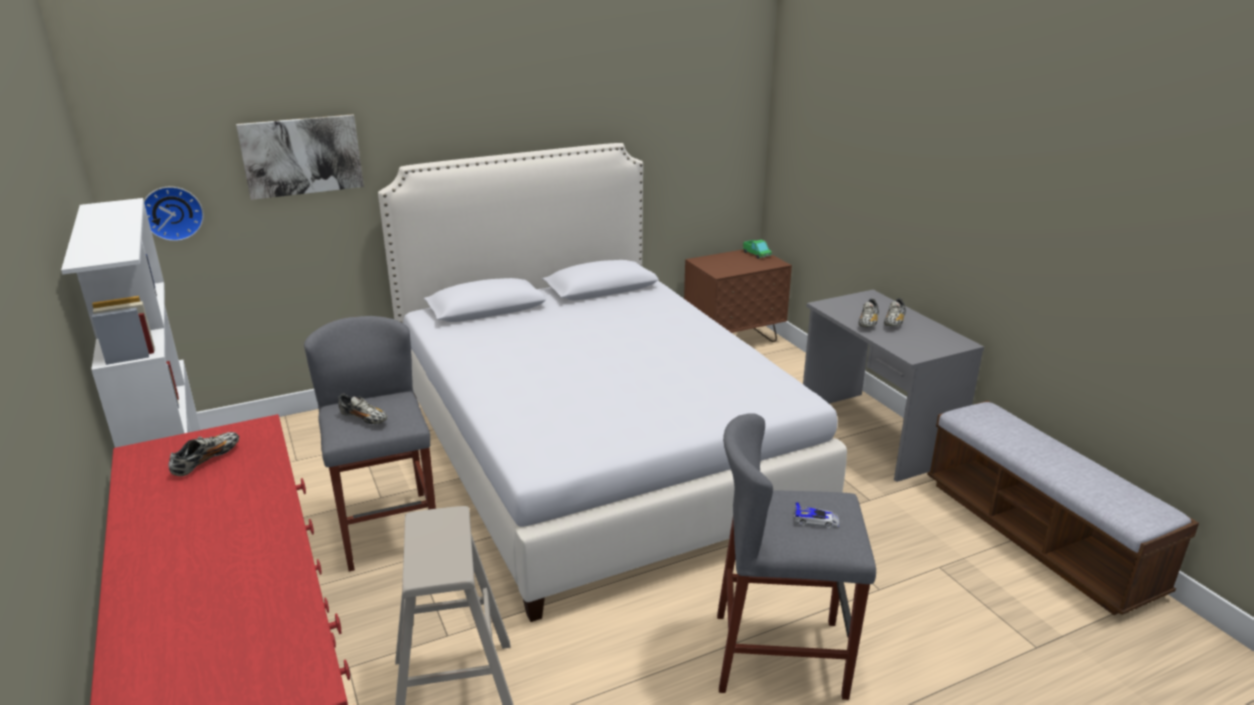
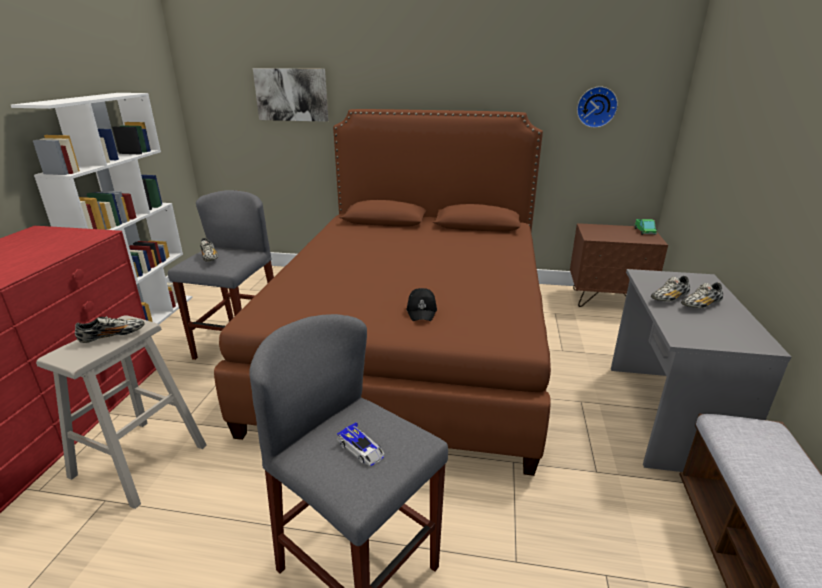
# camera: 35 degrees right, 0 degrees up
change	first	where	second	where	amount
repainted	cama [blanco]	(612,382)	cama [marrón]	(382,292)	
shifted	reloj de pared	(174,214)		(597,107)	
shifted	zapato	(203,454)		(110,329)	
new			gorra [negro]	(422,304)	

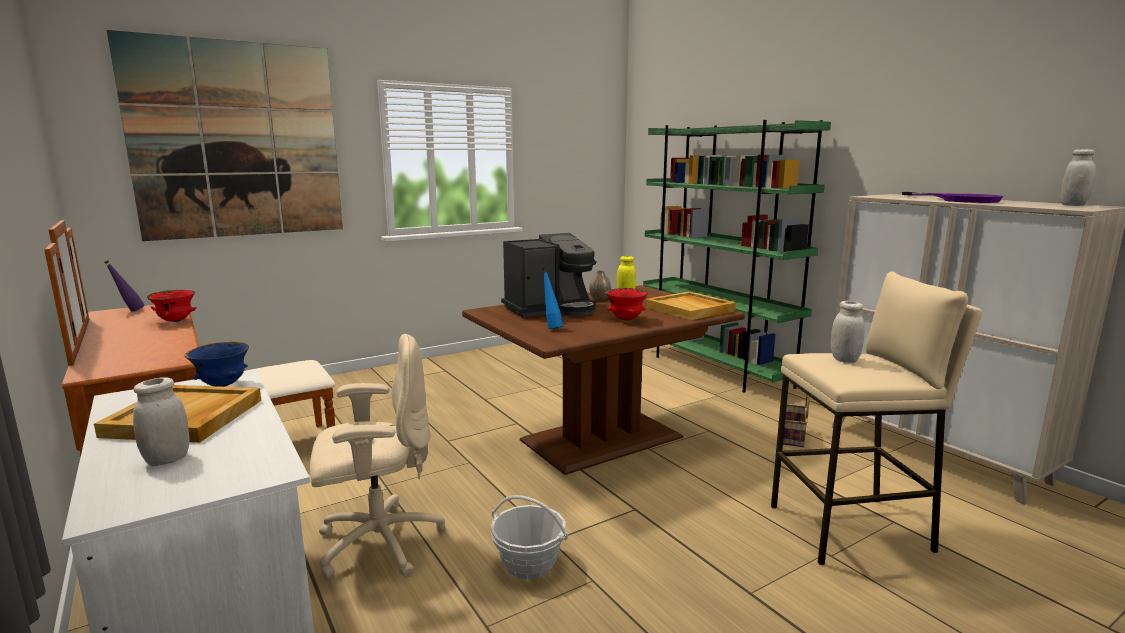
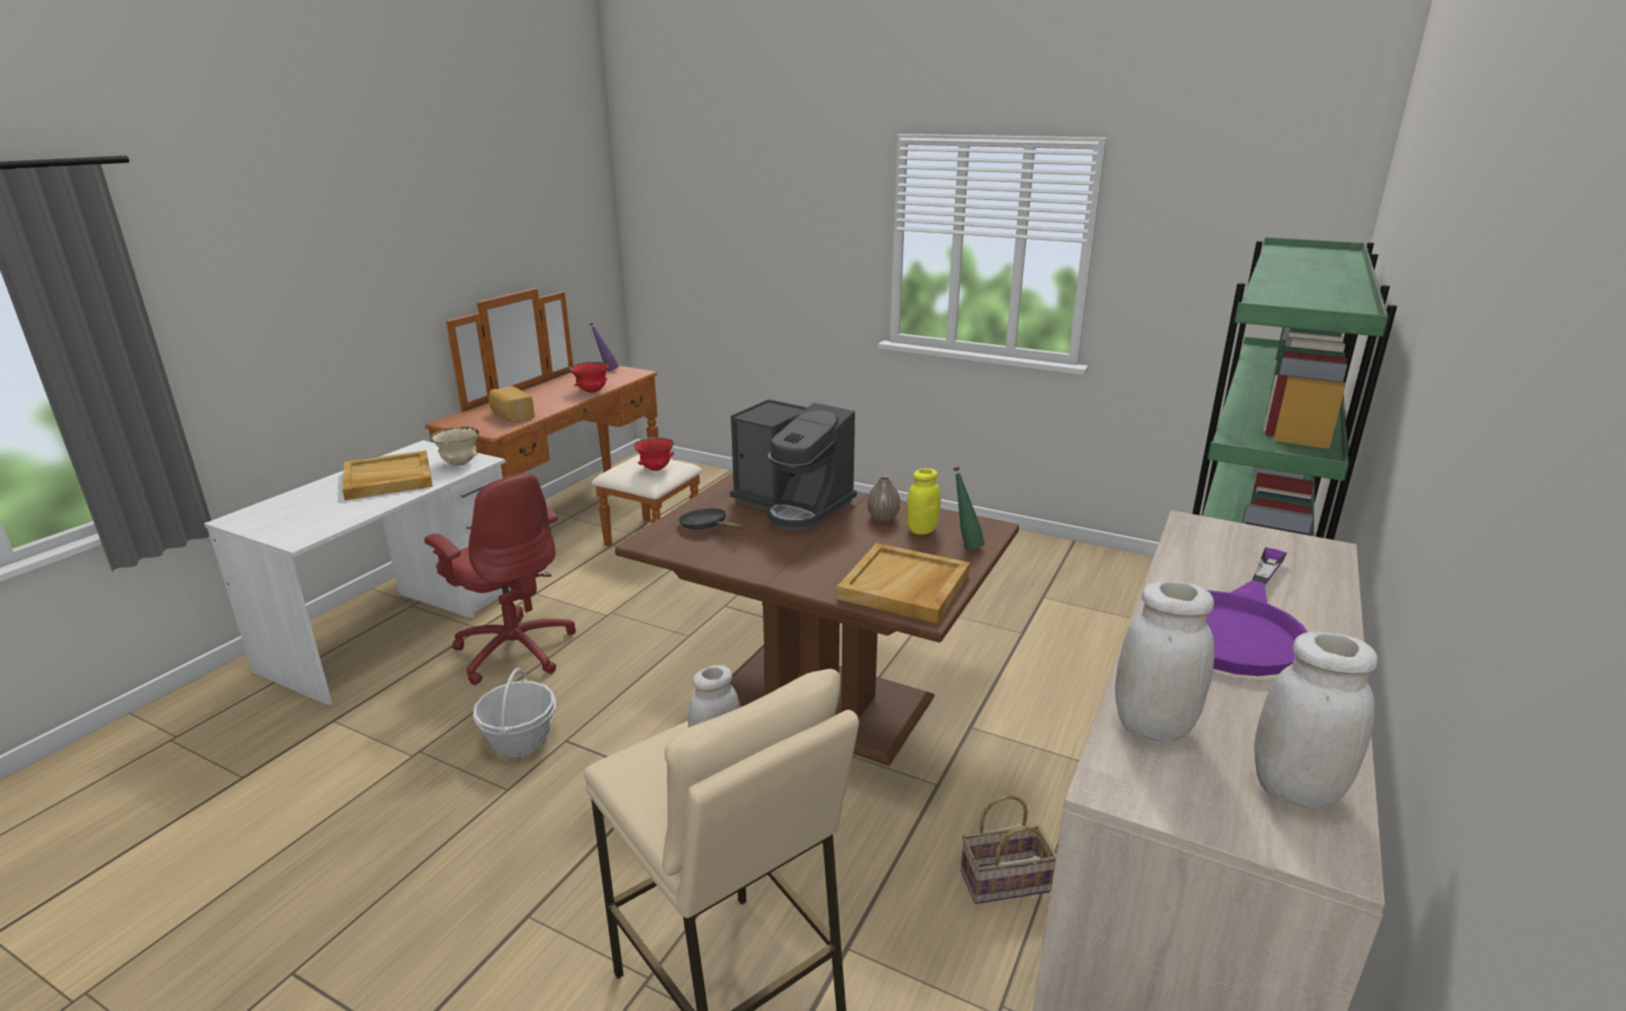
# camera: 60 degrees right, 10 degrees up
change	first	where	second	where	amount
gone	cuadro	(225,135)			
swapped	botella [azul]	(552,298)	sartén [negro]	(710,519)	
shifted	cuenco [rojo]	(626,304)		(654,454)	
repainted	silla de oficina [beis]	(378,457)	silla de oficina [rojo]	(500,579)	
repainted	cuenco [azul]	(217,364)	cuenco [beis]	(454,446)	
shifted	tarro [blanco]	(161,421)		(1165,661)	
new			pan	(512,404)	
new			botella [verde]	(969,508)	

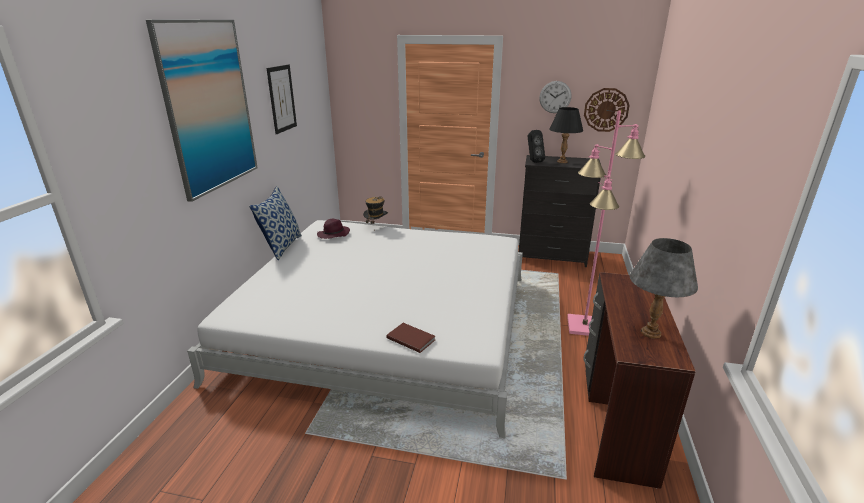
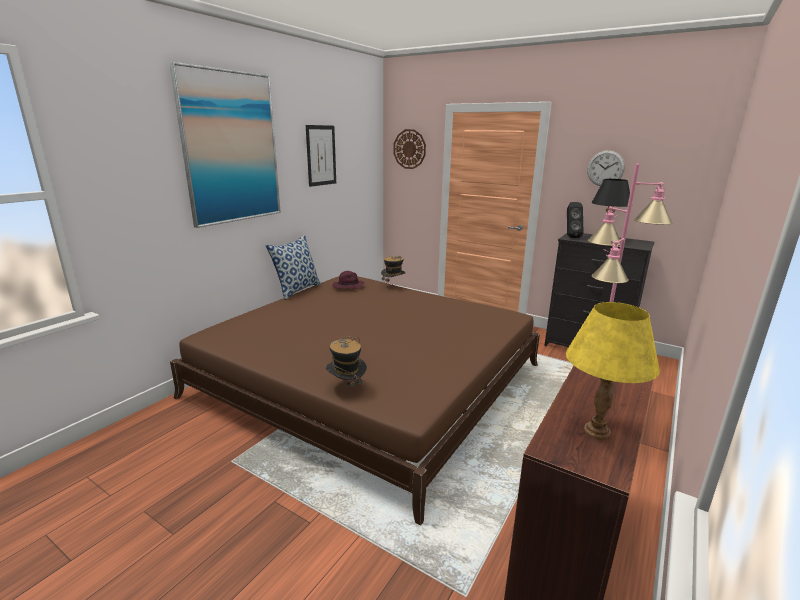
# camera: 20 degrees right, 5 degrees down
change	first	where	second	where	amount
shifted	reloj de pared	(607,110)		(409,149)	
repainted	cama [blanco]	(355,329)	cama [marrón]	(355,400)	
repainted	lámpara de mesa [gris]	(664,288)	lámpara de mesa [amarillo]	(613,371)	
swapped	libro [marrón]	(410,338)	sombrero	(346,362)	

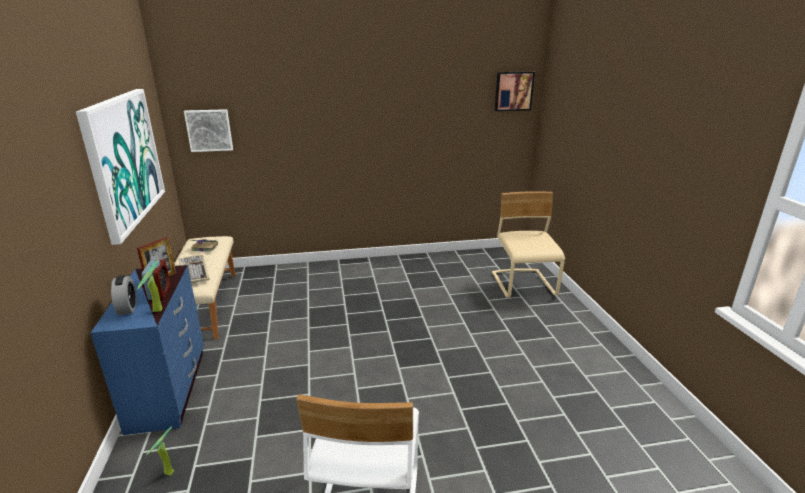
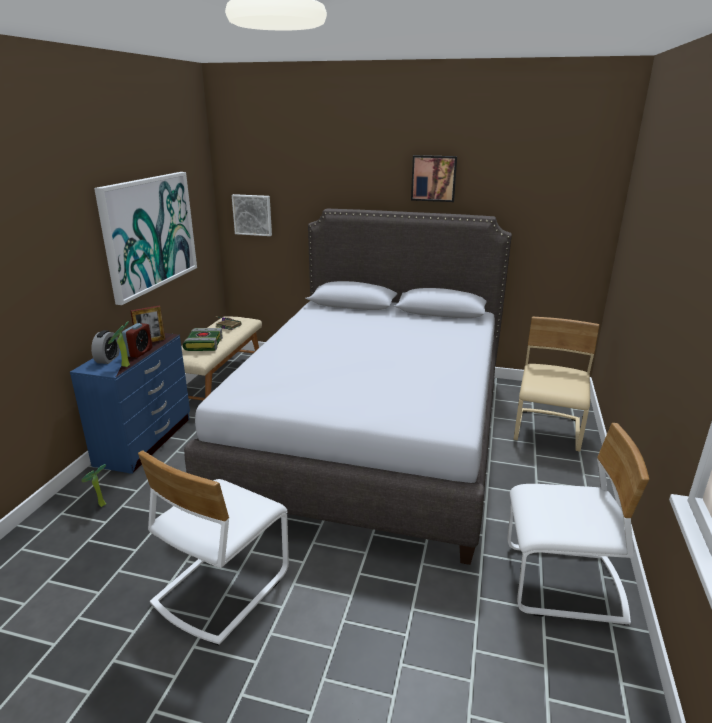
# camera: 25 degrees right, 0 degrees up
change	first	where	second	where	amount
shifted	cuadro	(515,91)		(434,178)	
swapped	teclado	(194,269)	libro	(203,339)	
new			cama [gris]	(348,387)	
new			silla [blanco]	(578,524)	

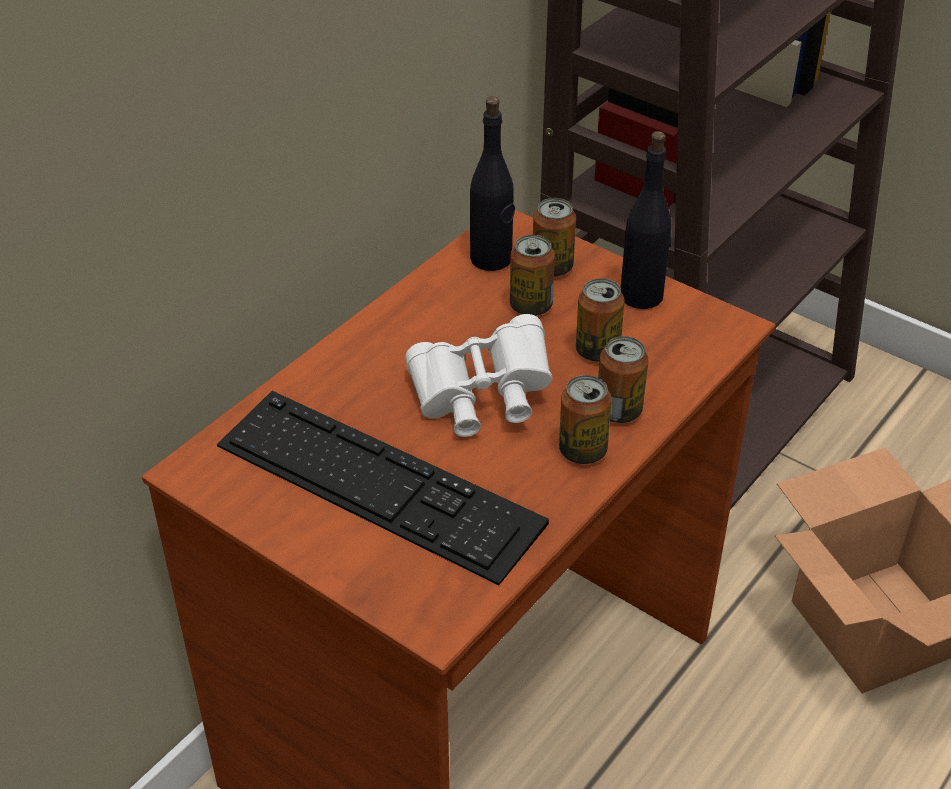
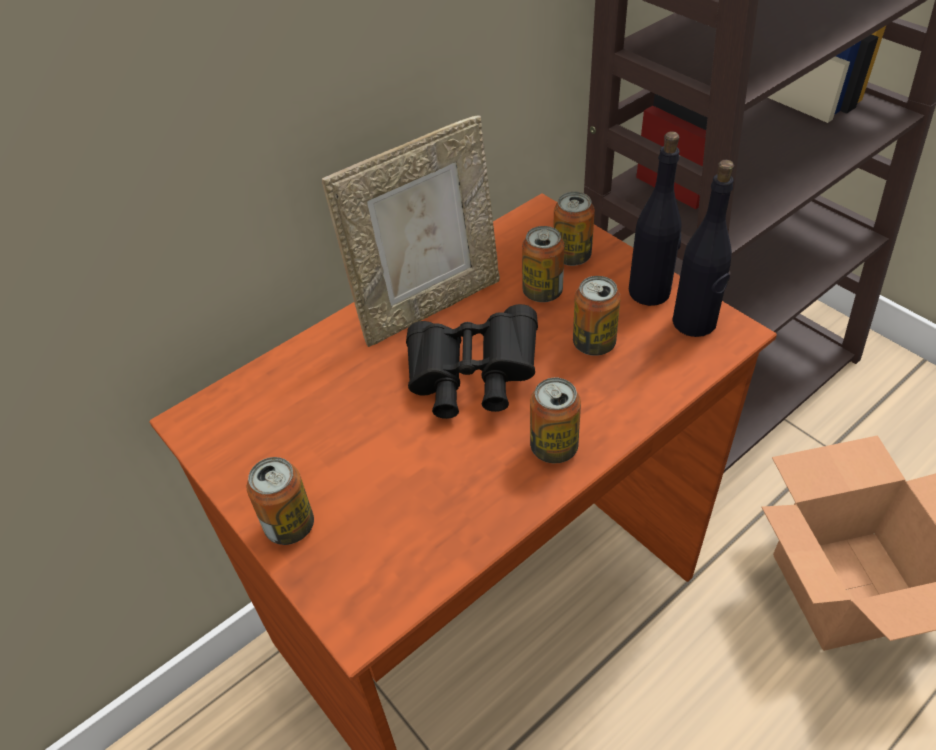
# camera: 15 degrees right, 5 degrees up
change	first	where	second	where	amount
shifted	botella [negro]	(492,183)		(703,248)	
repainted	prismáticos [blanco]	(478,375)	prismáticos [negro]	(472,361)	
shifted	lata	(623,379)		(280,501)	
gone	teclado	(383,488)			
new			portarretratos	(411,231)	

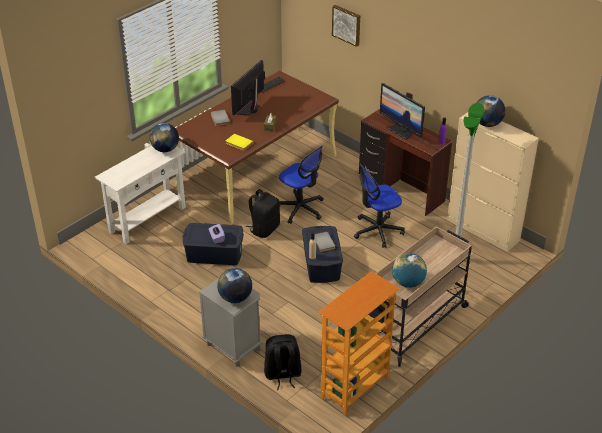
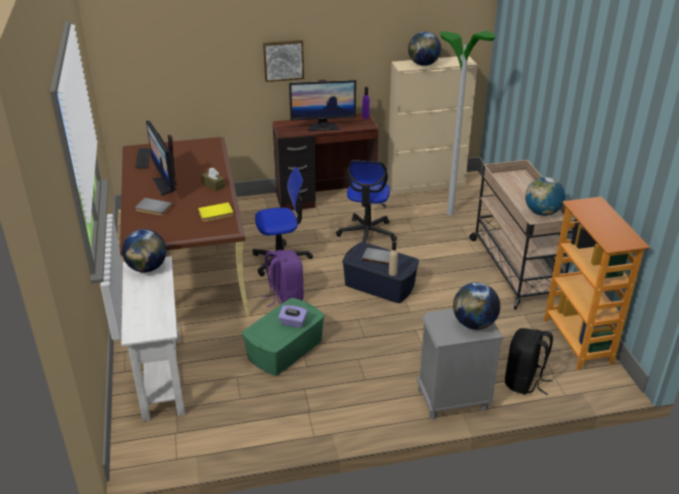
# camera: 55 degrees left, 5 degrees down
change	first	where	second	where	amount
shifted	cuadro	(346,26)		(283,61)	
repainted	mochila [negro]	(263,213)	mochila [morado]	(282,278)	
repainted	caja de almacenaje [azul]	(213,244)	caja de almacenaje [verde]	(283,337)	

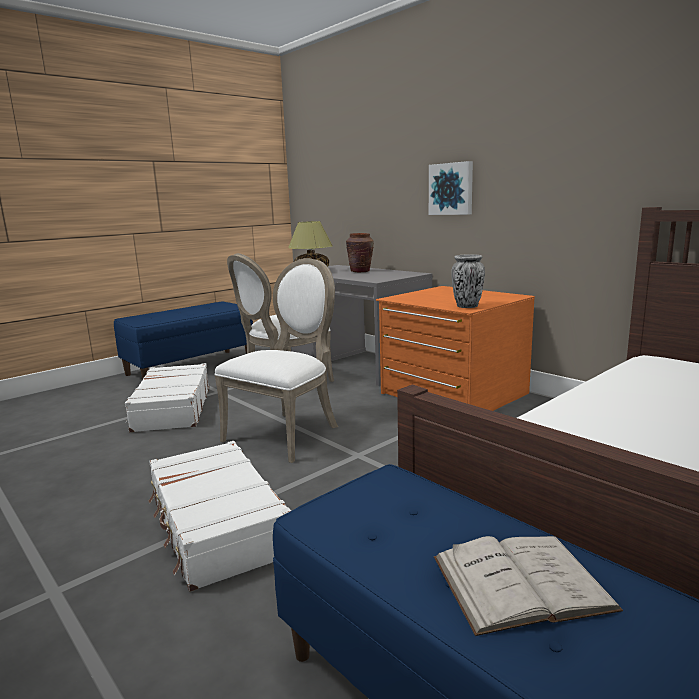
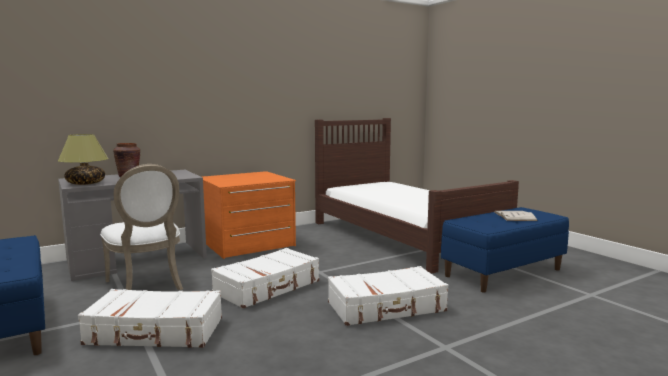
# camera: 80 degrees left, 5 degrees down
change	first	where	second	where	amount
gone	cuadro	(451,188)			
gone	florero	(468,281)			
swapped	silla [blanco]	(276,360)	maleta [blanco]	(265,278)	

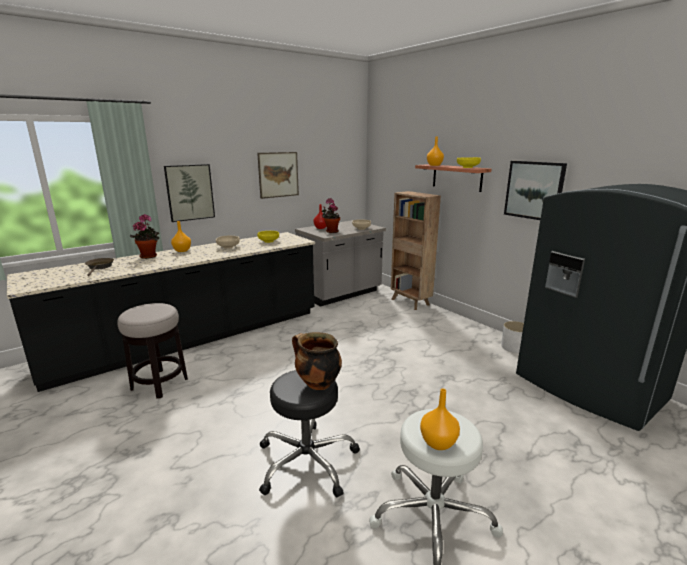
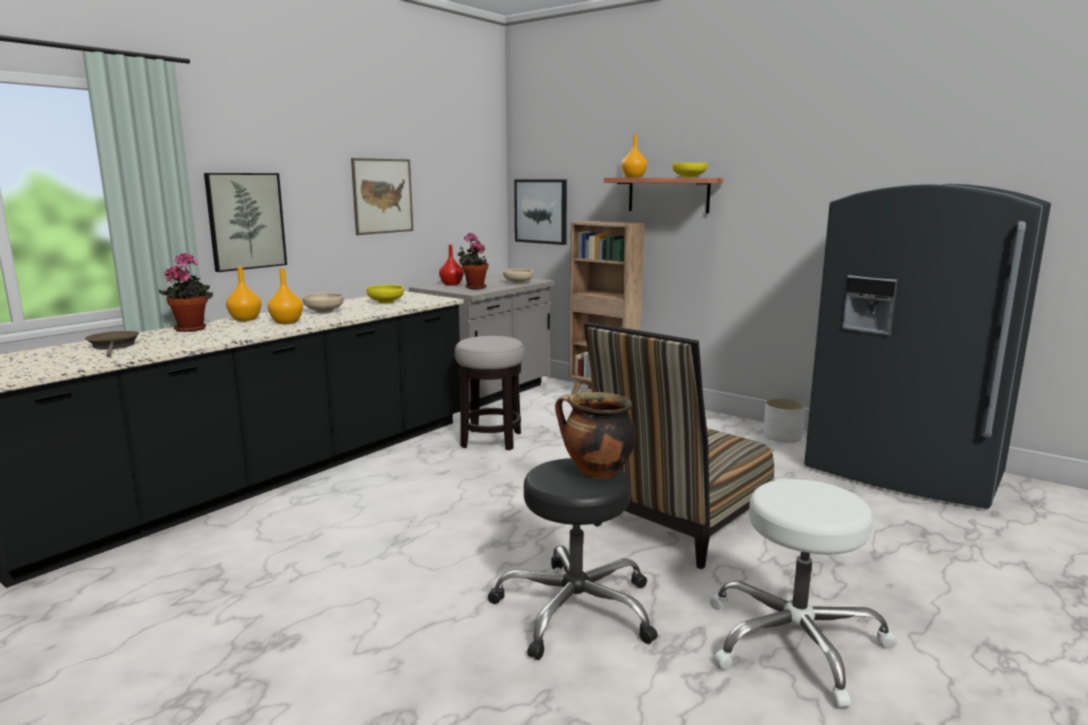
# camera: 15 degrees left, 5 degrees down
change	first	where	second	where	amount
shifted	cuadro	(535,190)		(540,212)	
shifted	taburete	(152,351)		(490,393)	
shifted	florero [naranja]	(440,419)		(285,296)	
new			silla	(679,445)	

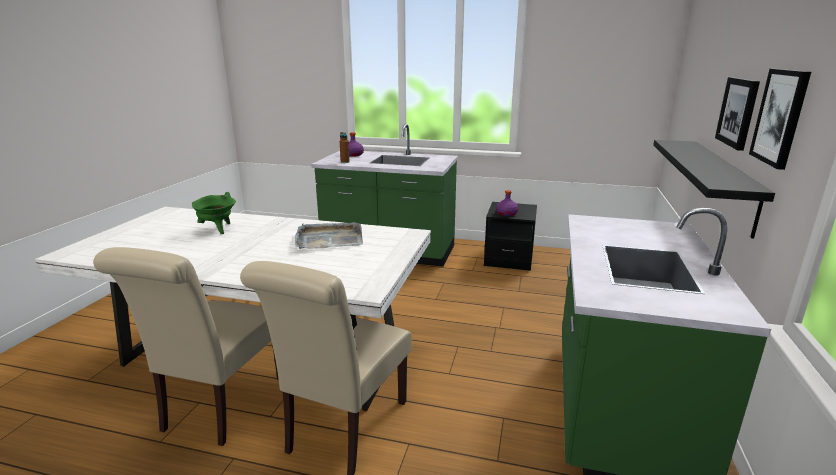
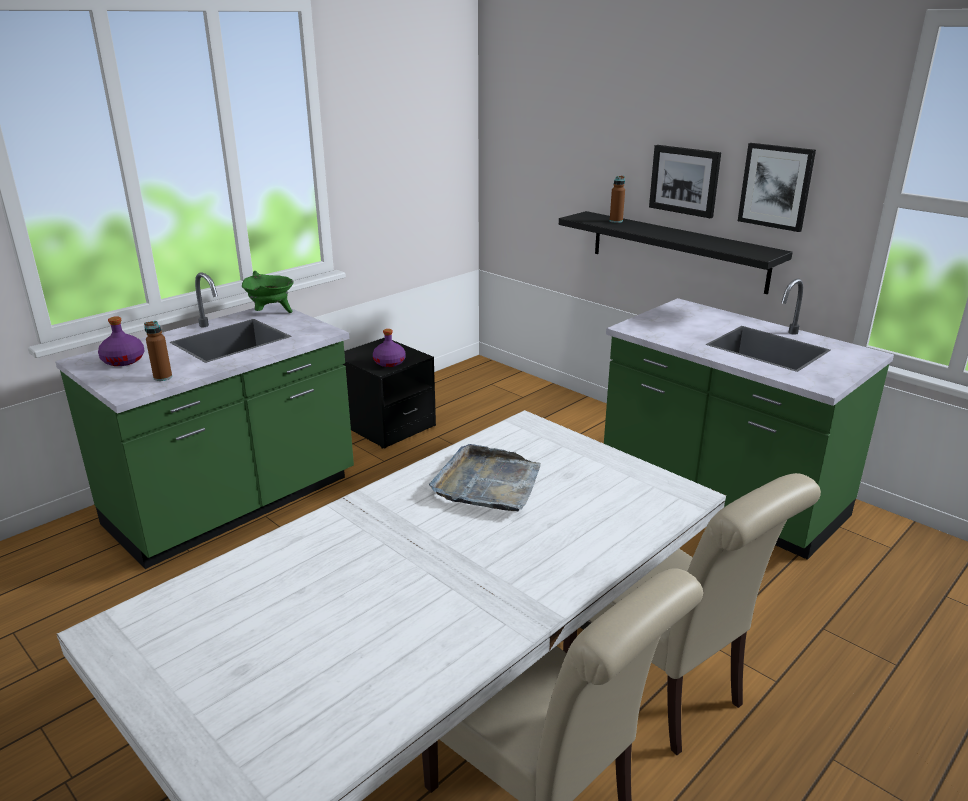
# camera: 60 degrees left, 5 degrees up
change	first	where	second	where	amount
shifted	olla [verde]	(214,213)		(268,292)	
new			botella [marrón]	(617,199)	

